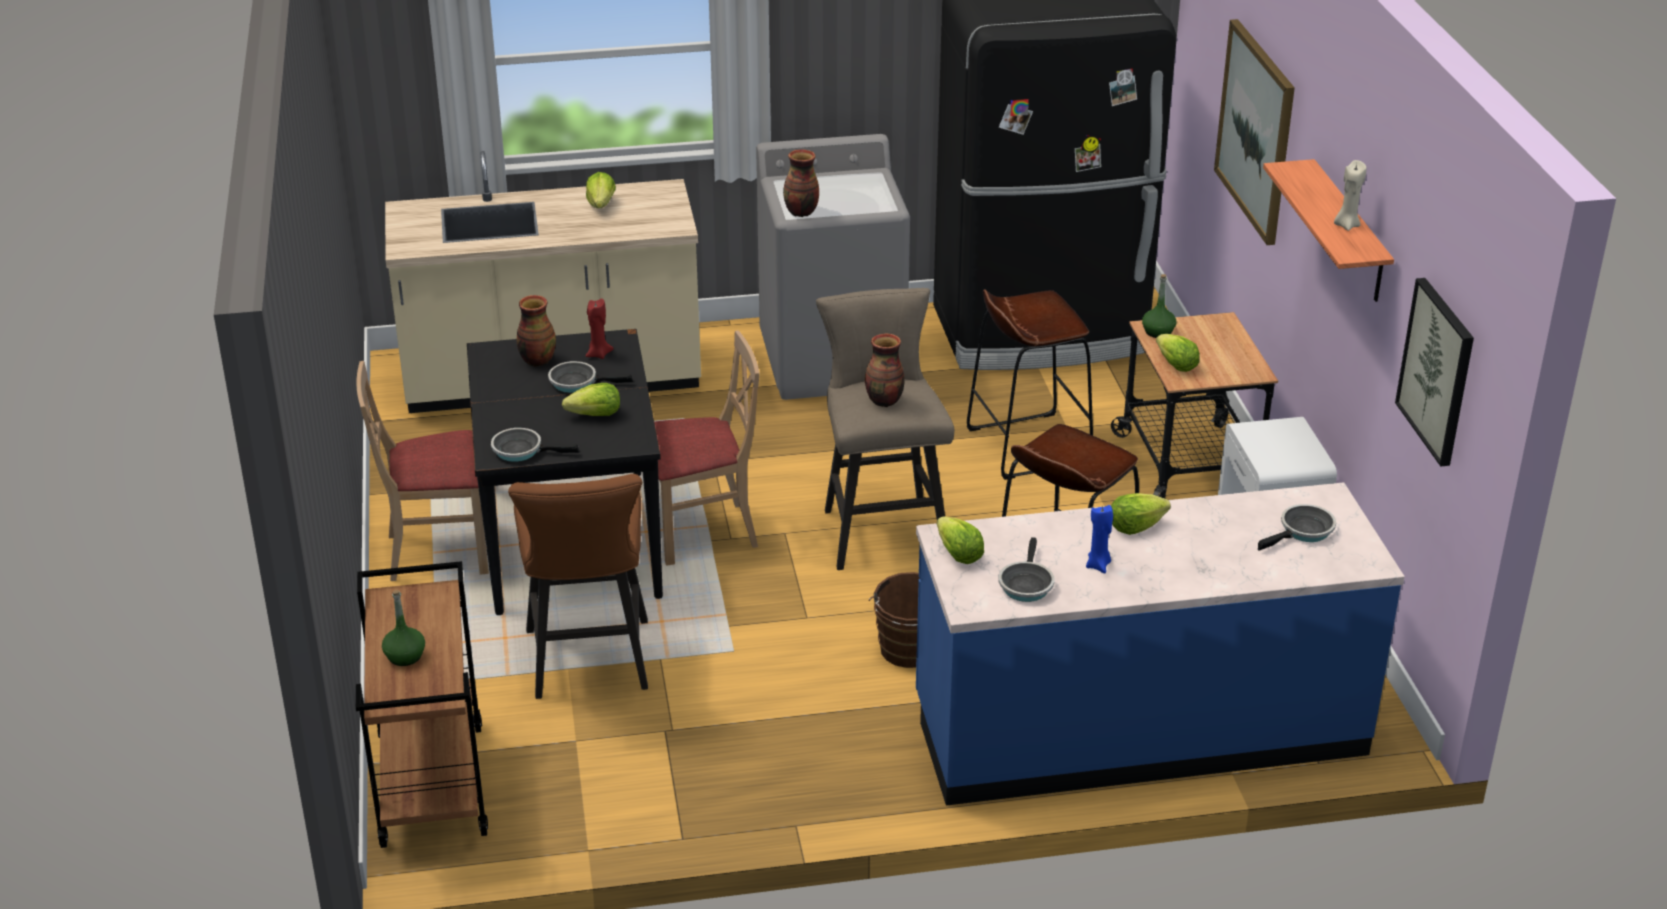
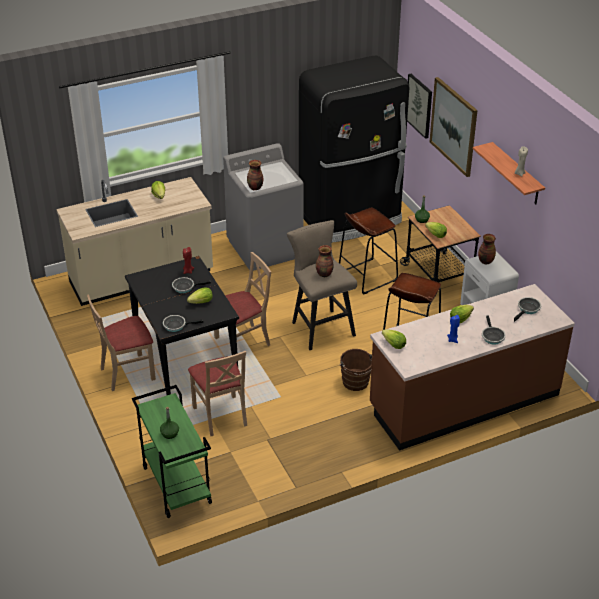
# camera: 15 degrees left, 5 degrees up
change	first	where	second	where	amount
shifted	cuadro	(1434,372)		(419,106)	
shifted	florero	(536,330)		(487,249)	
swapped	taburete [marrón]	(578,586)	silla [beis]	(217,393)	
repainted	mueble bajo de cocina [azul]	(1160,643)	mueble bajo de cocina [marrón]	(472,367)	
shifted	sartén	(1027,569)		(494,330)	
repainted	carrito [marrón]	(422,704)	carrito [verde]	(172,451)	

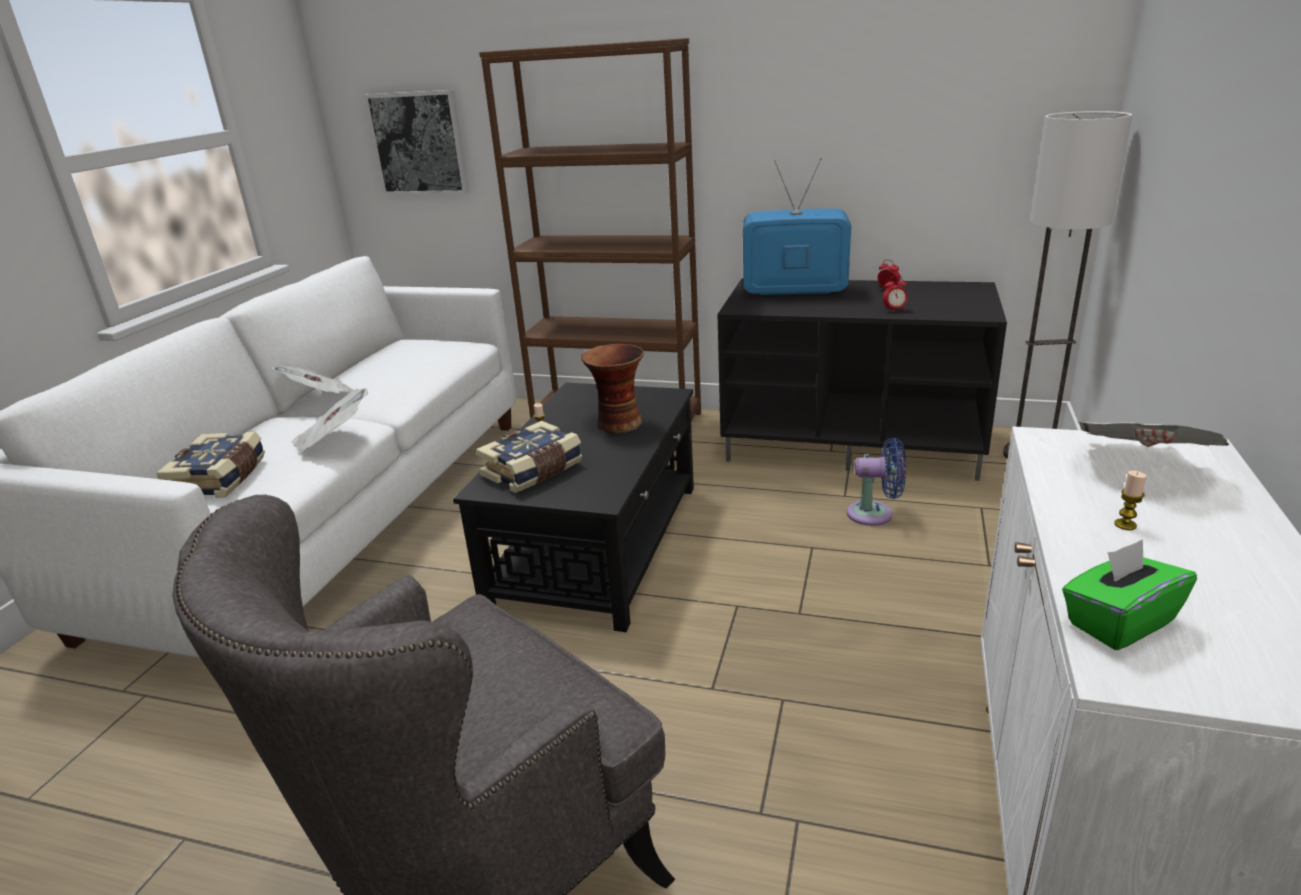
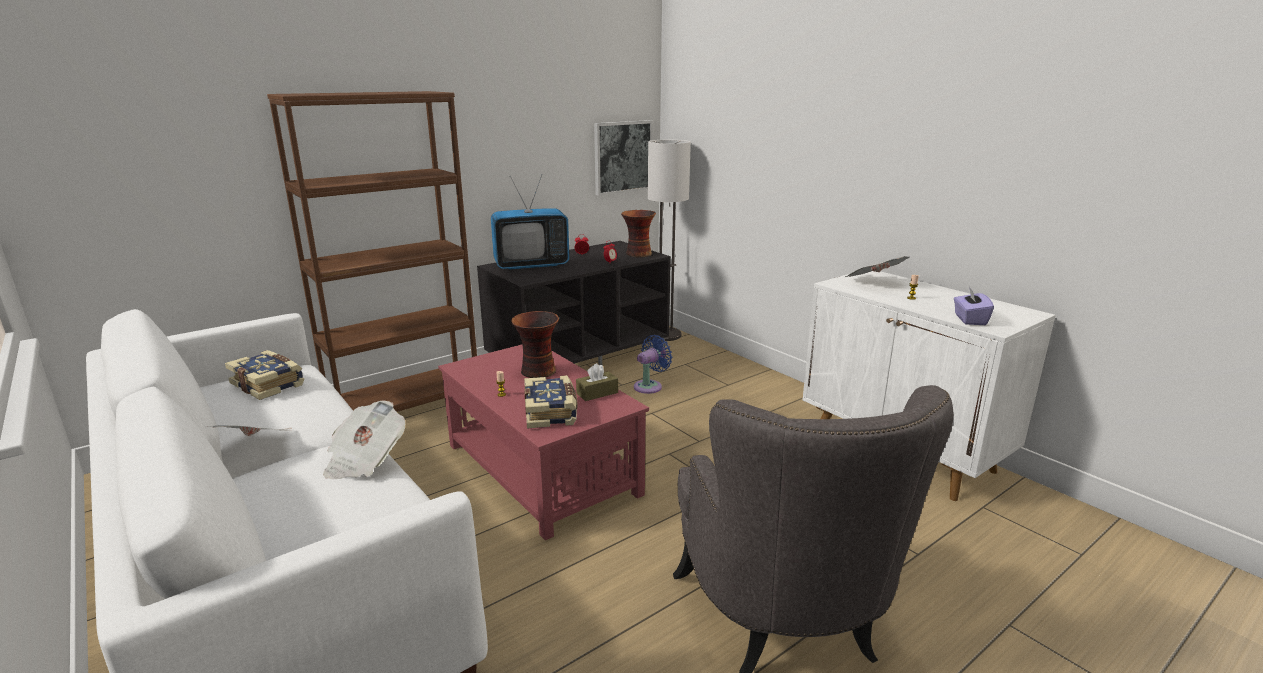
# camera: 55 degrees left, 5 degrees down
change	first	where	second	where	amount
shifted	cuadro	(416,142)		(623,158)	
rotated	televisor	(797,227)		(530,222)	150 degrees counterclockwise
repainted	mesa de centro [negro]	(573,507)	mesa de centro [rojo]	(543,442)	
shifted	libro	(210,465)		(264,375)	
repainted	caja de pañuelos [verde]	(1129,594)	caja de pañuelos [morado]	(974,306)	
new			florero	(638,233)	
new			caja de pañuelos [marrón]	(597,382)	

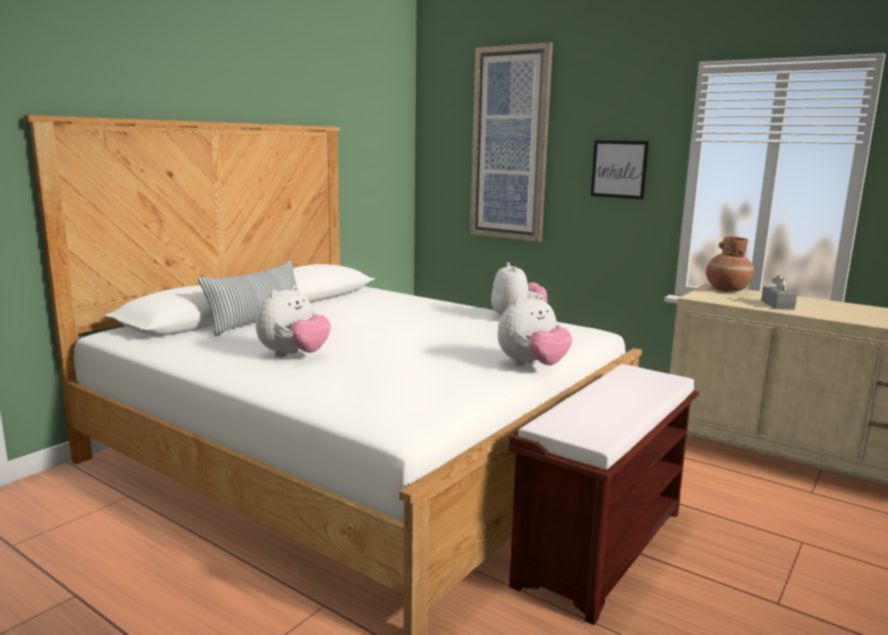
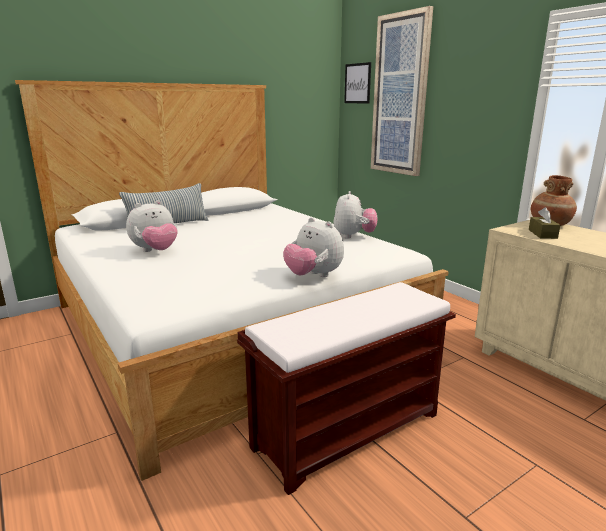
# camera: 20 degrees right, 5 degrees up
change	first	where	second	where	amount
shifted	cuadro	(620,169)		(357,82)	
gone	caja de pañuelos [gris]	(779,292)			
rotated	peluche	(535,330)		(313,247)	60 degrees clockwise
new			caja de pañuelos [marrón]	(544,223)	

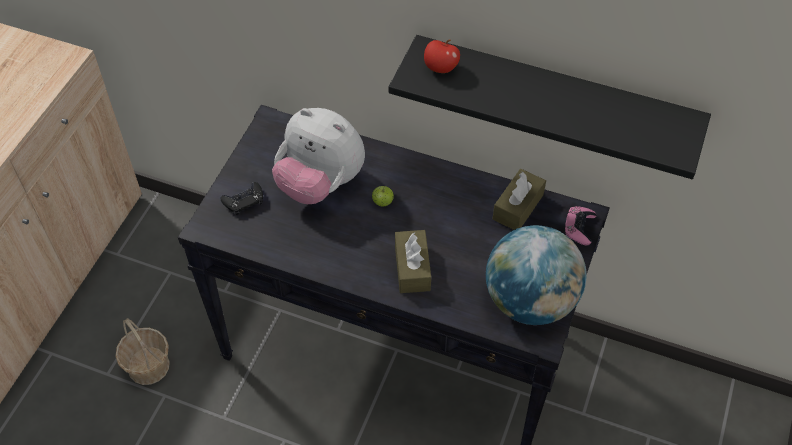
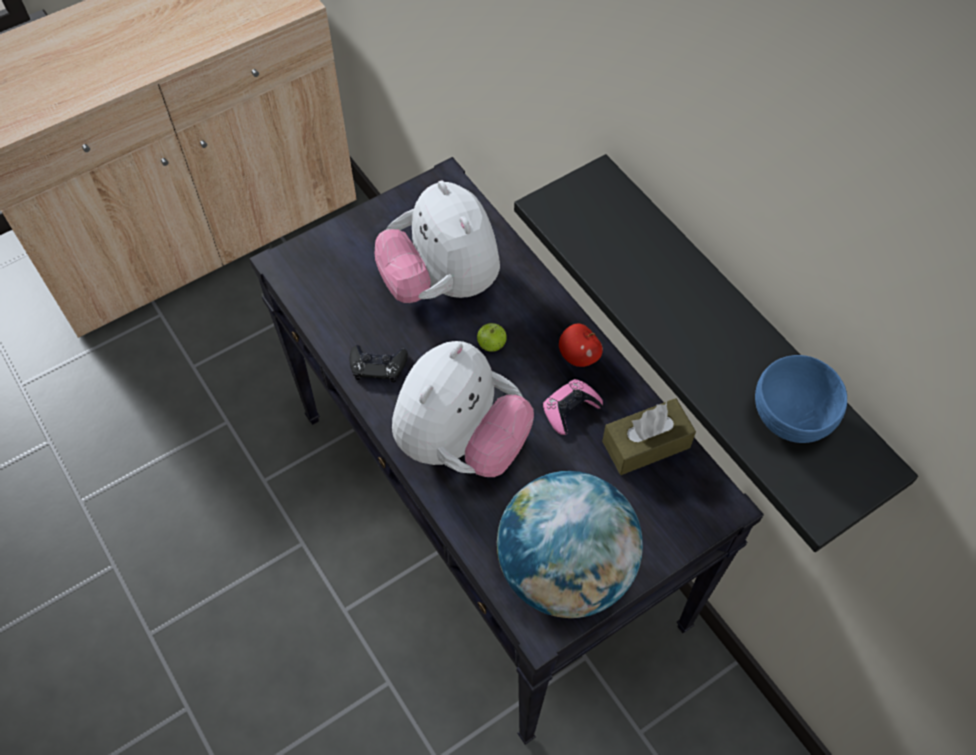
# camera: 35 degrees right, 5 degrees up
change	first	where	second	where	amount
shifted	manzana	(442,56)		(581,345)	
shifted	mando de consola [negro]	(241,198)		(379,364)	
shifted	mando de consola [rosa]	(580,225)		(572,407)	
swapped	caja de pañuelos [marrón]	(413,261)	peluche	(463,409)	
gone	cesta	(142,351)			
new			cuenco [azul]	(801,399)	

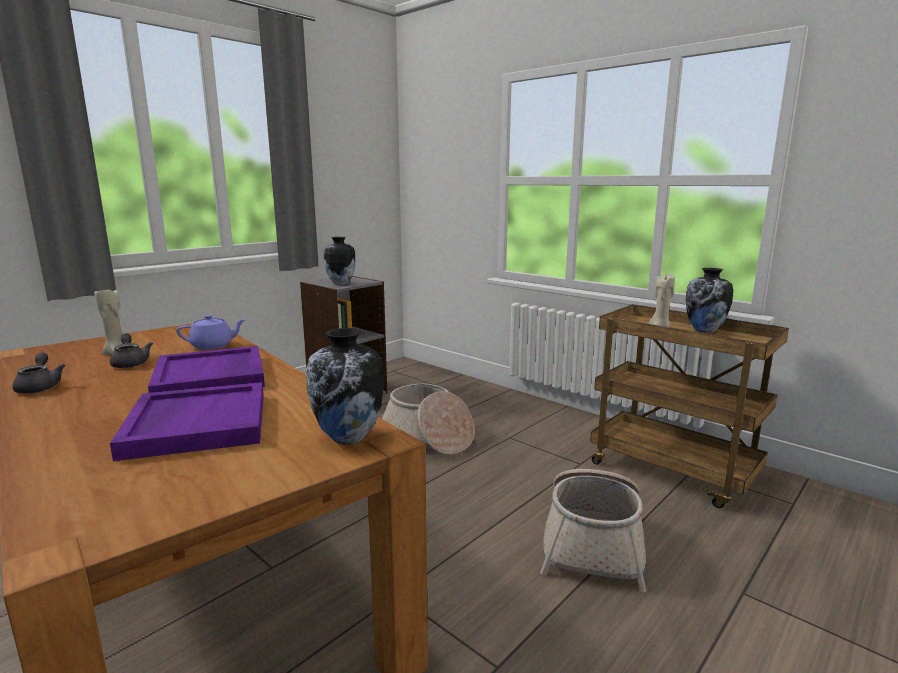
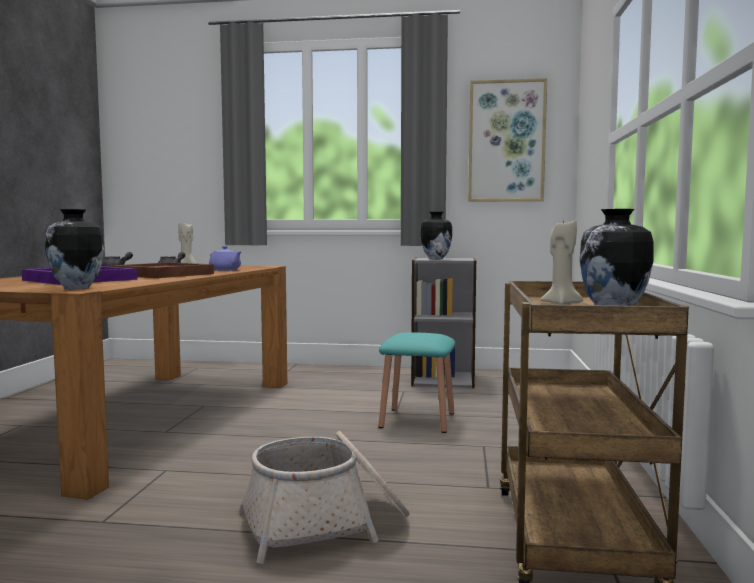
# camera: 55 degrees right, 10 degrees down
change	first	where	second	where	amount
repainted	bandeja [morado]	(206,369)	bandeja [marrón]	(162,270)	
swapped	cesta	(428,419)	taburete [turquesa]	(416,382)	
new			cuadro	(507,140)	

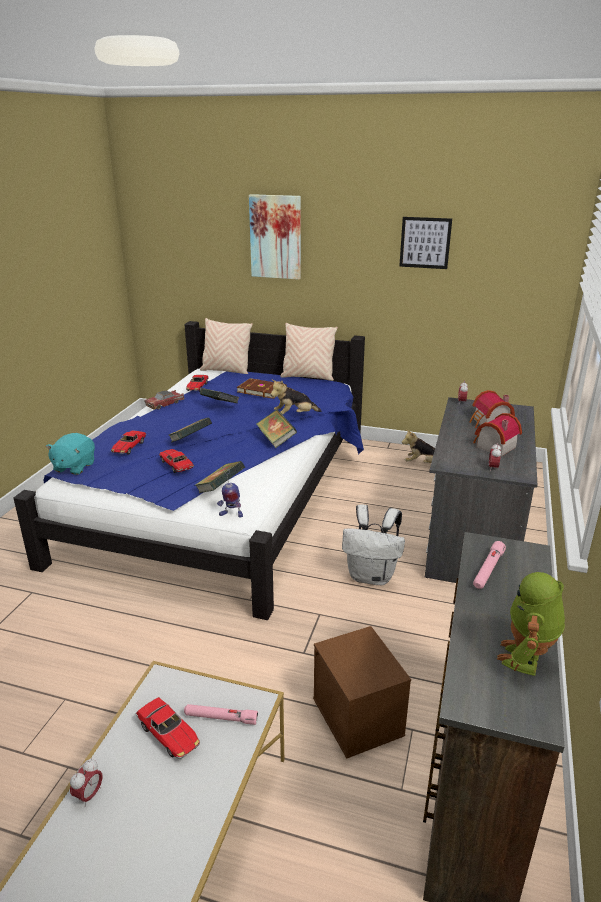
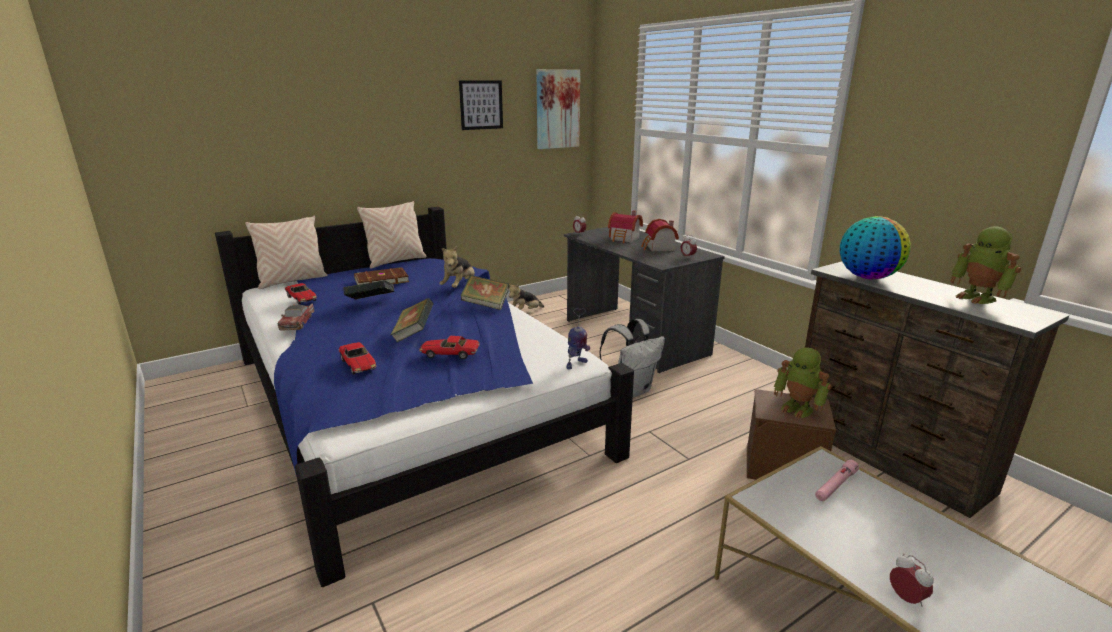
# camera: 50 degrees left, 5 degrees down
change	first	where	second	where	amount
shifted	cuadro	(275,237)		(558,109)	
gone	peluche [turquesa]	(70,454)			
gone	libro	(220,477)			
swapped	linterna [rosa]	(489,565)	globo terráqueo	(875,247)	
gone	coche de juguete	(168,728)			
new			robot de juguete	(802,383)	

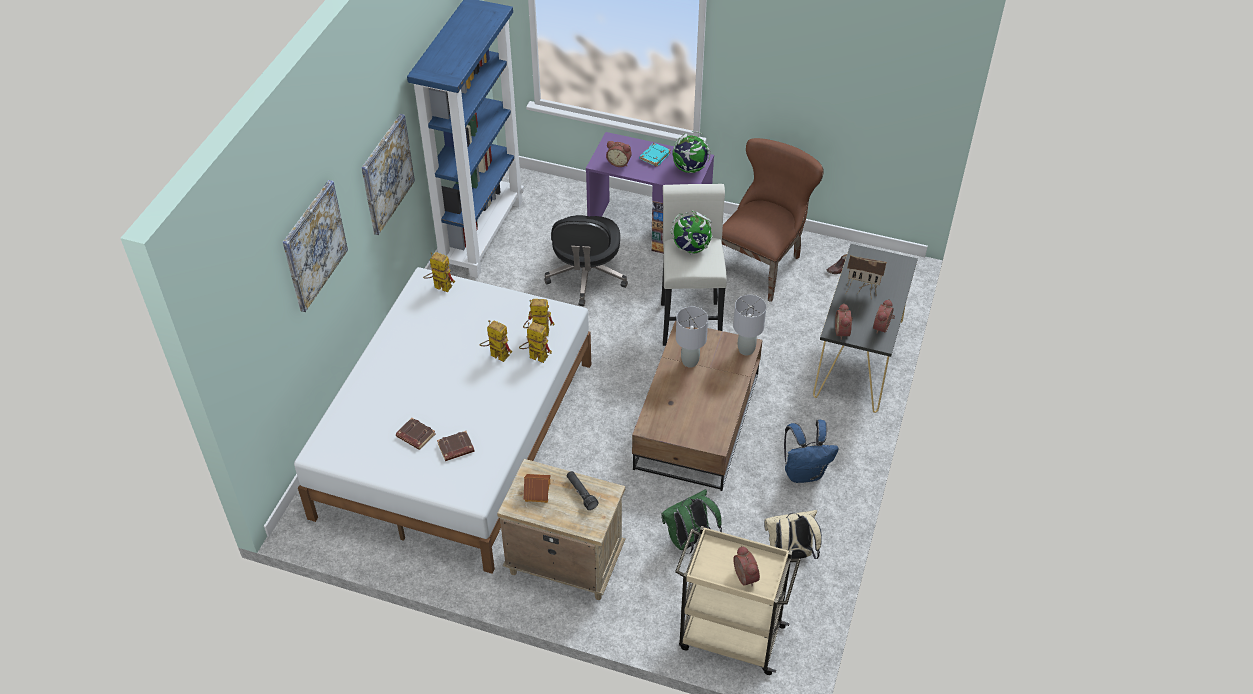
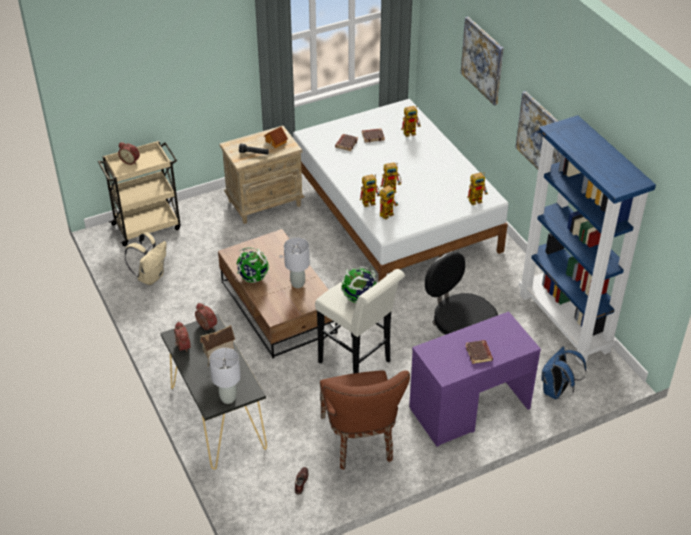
# camera: 135 degrees right, 5 degrees down
change	first	where	second	where	amount
shifted	globo terráqueo	(691,152)		(253,265)	
gone	despertador	(619,154)			
repainted	libro [turquesa]	(654,155)	libro [marrón]	(479,352)	
shifted	lámpara de mesa [gris]	(749,325)		(225,376)	
shifted	mochila [azul]	(811,451)		(563,373)	
gone	mochila [verde]	(691,521)			
new			robot de juguete	(411,121)	

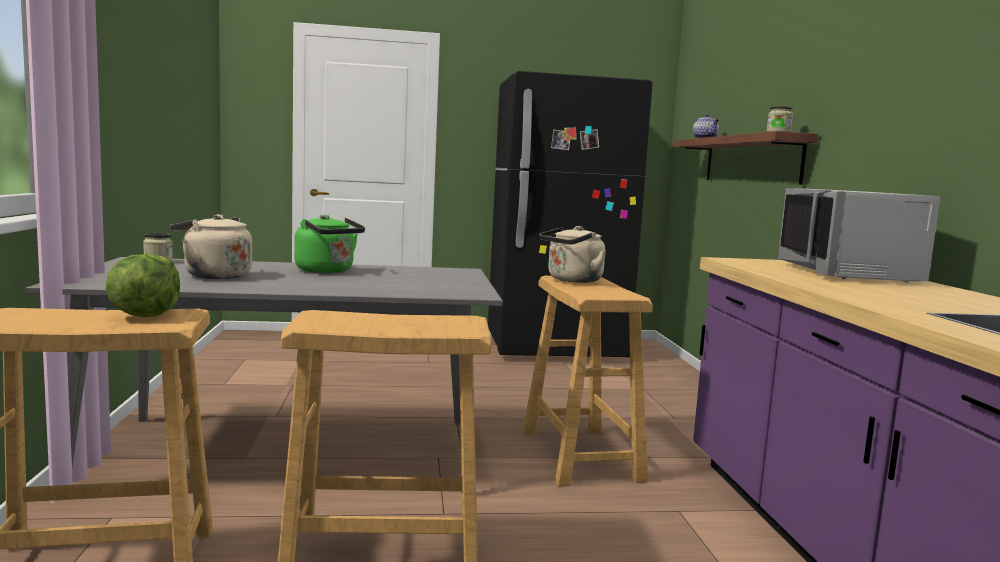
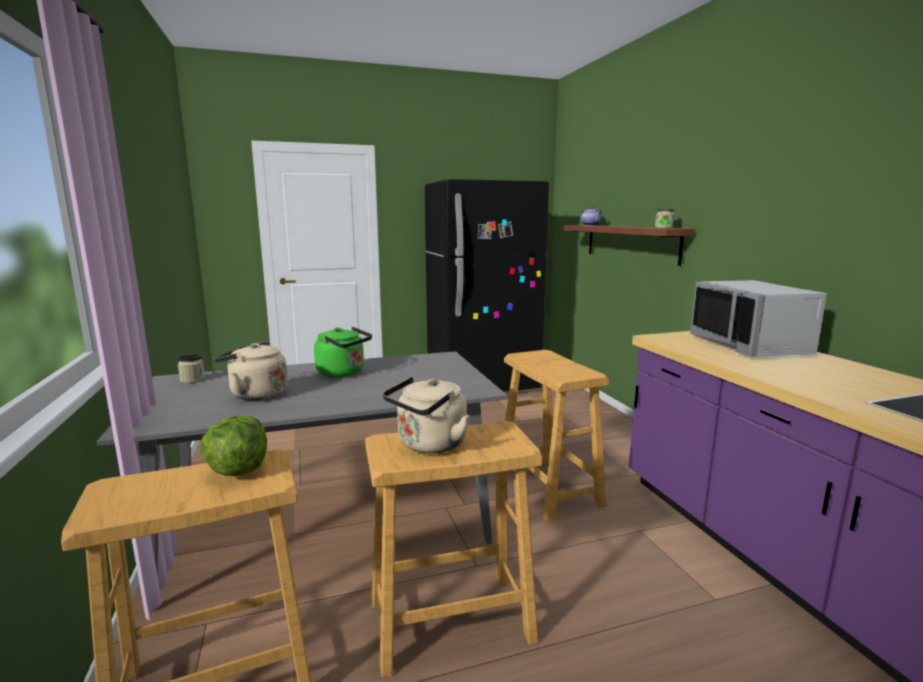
# camera: 10 degrees left, 5 degrees up
change	first	where	second	where	amount
shifted	hervidor [beis]	(572,254)		(426,415)	

